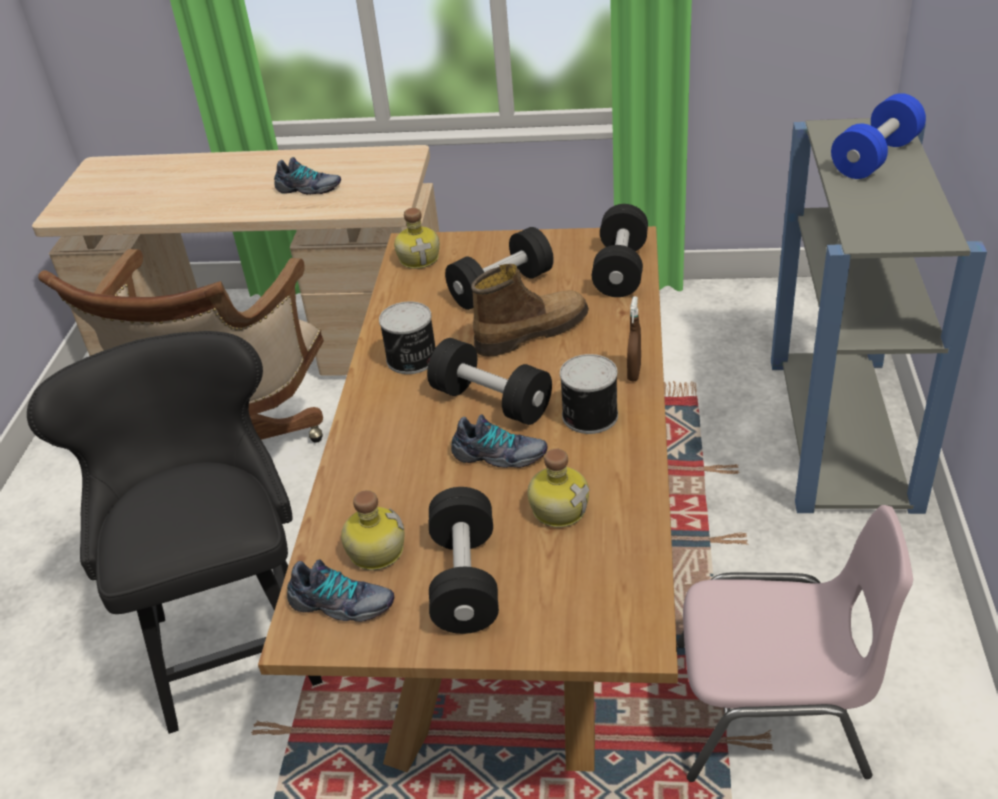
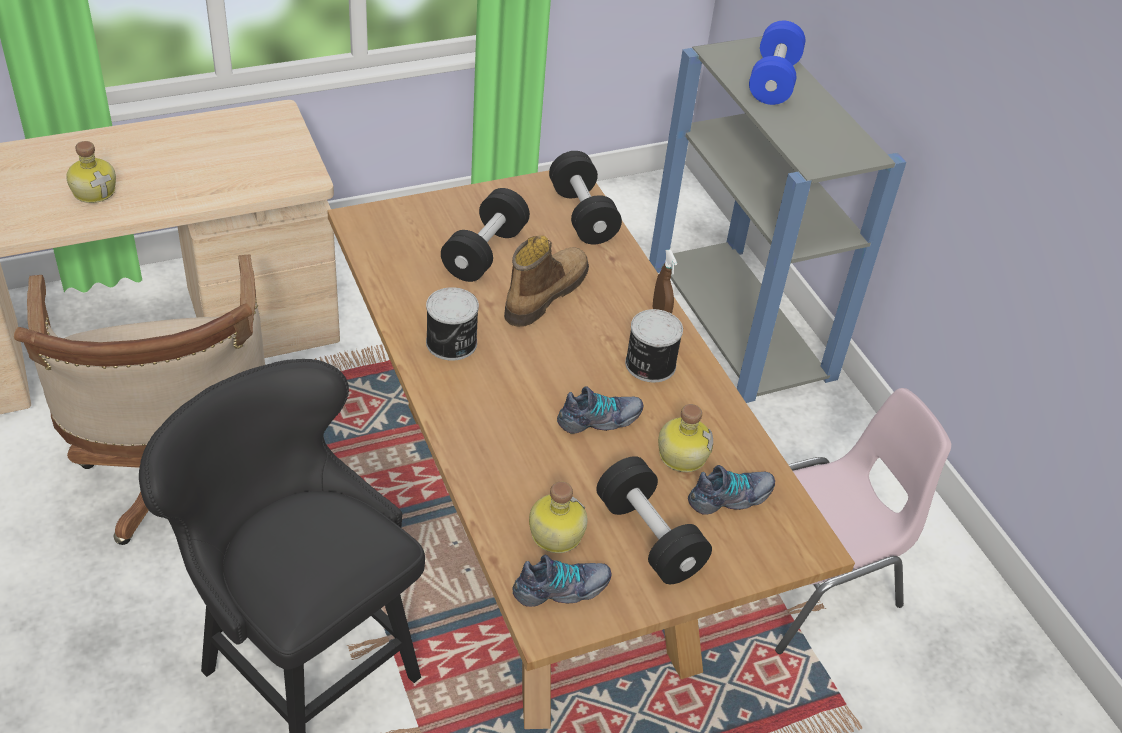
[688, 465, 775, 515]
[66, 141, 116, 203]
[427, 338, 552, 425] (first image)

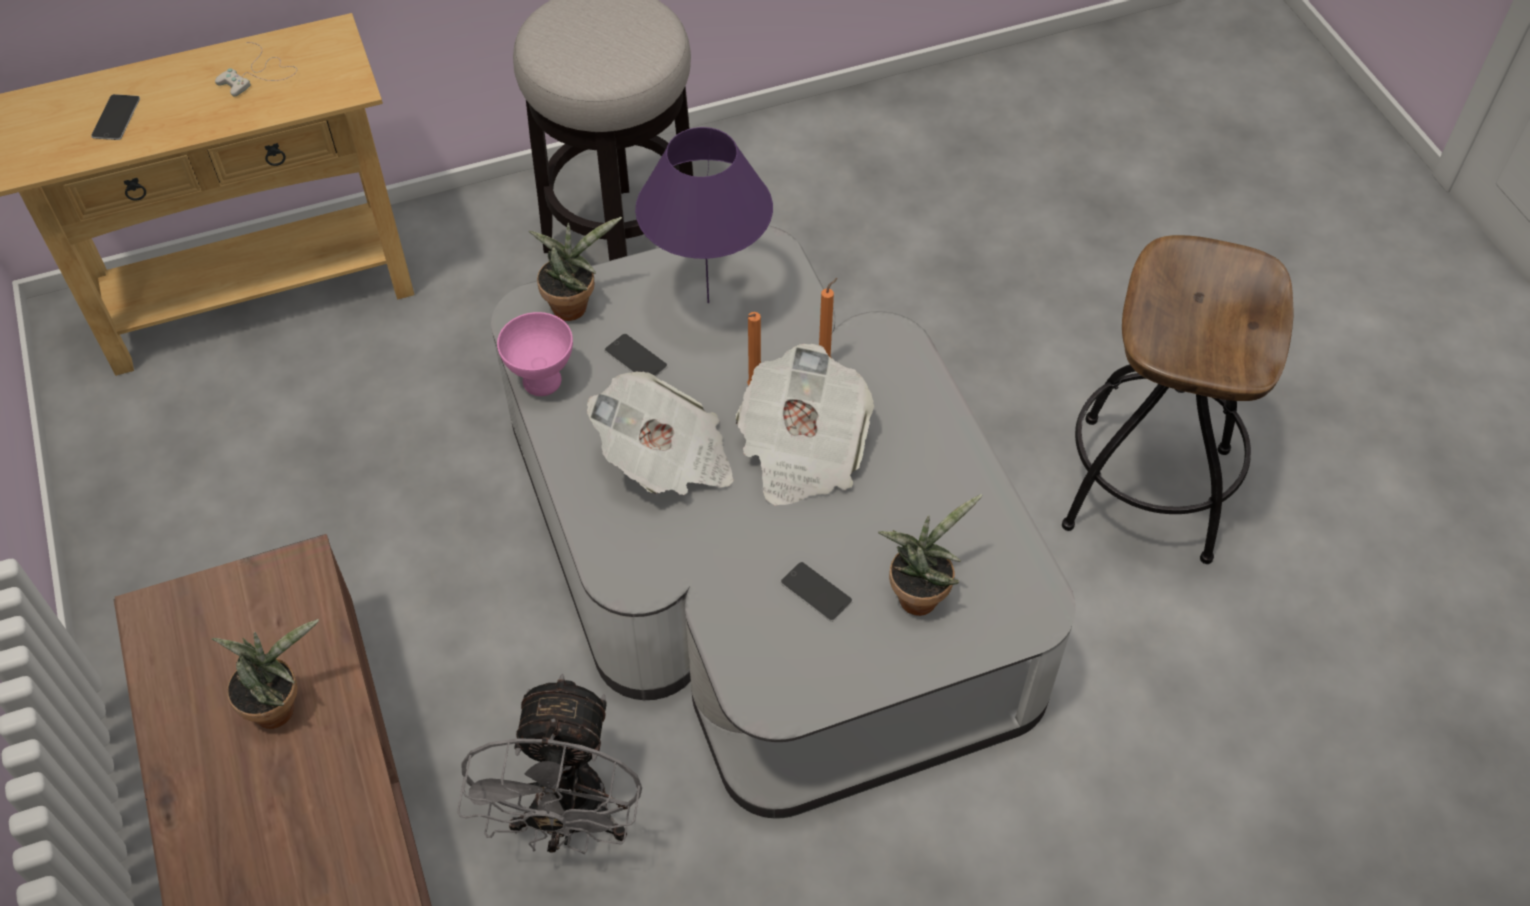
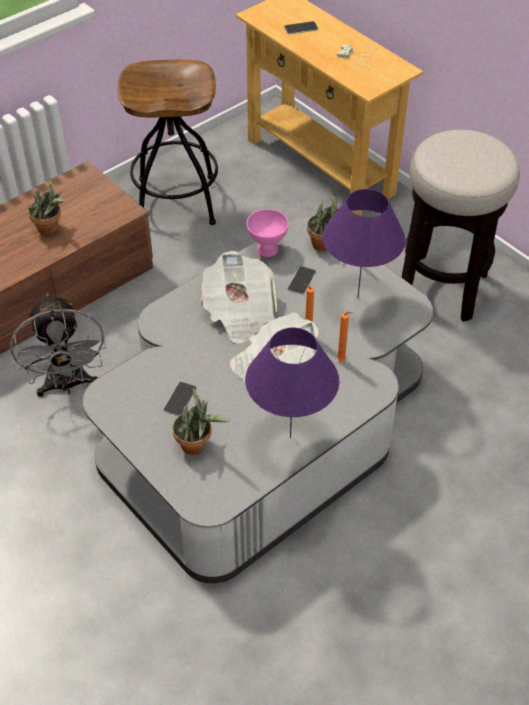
[118, 59, 218, 225]
[10, 293, 106, 397]
[245, 327, 340, 438]

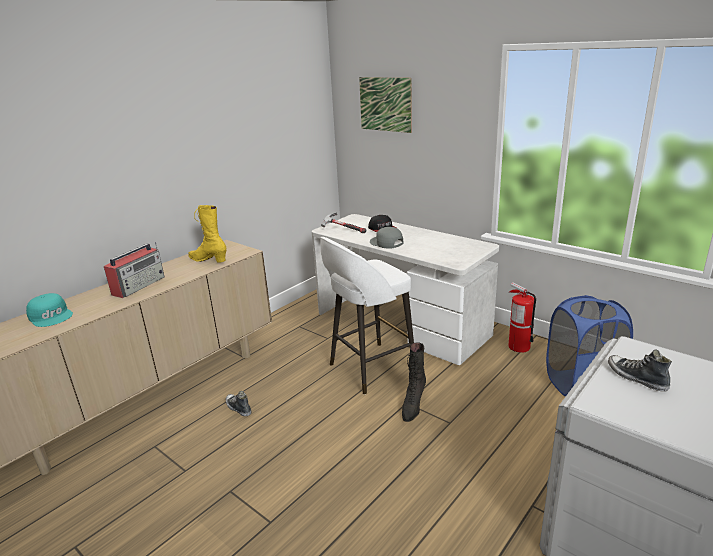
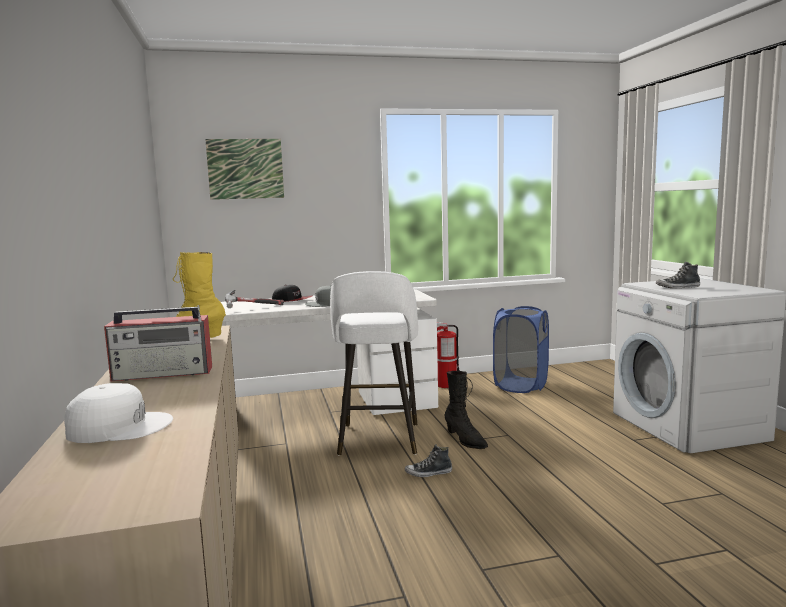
[104, 305, 212, 382]
[64, 383, 173, 443]
[405, 444, 452, 477]

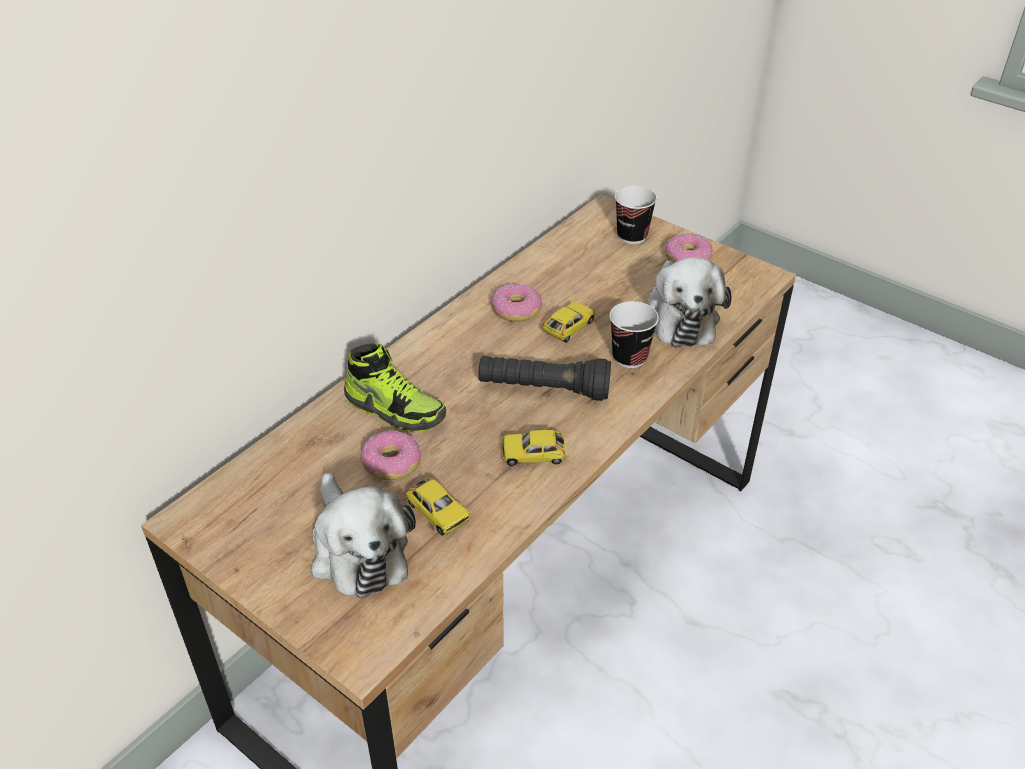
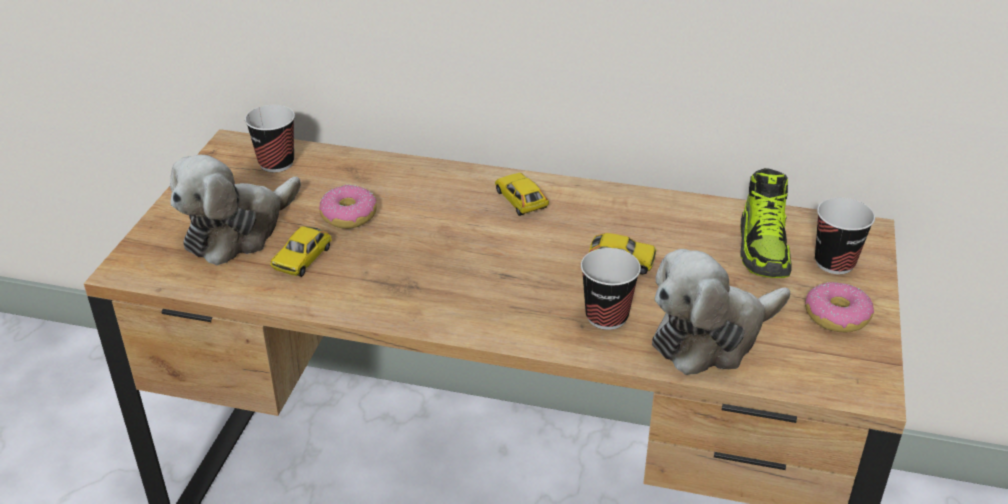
[491, 283, 542, 322] (first image)
[740, 168, 792, 278]
[478, 356, 611, 401] (first image)
[495, 173, 549, 216]
[245, 105, 295, 172]

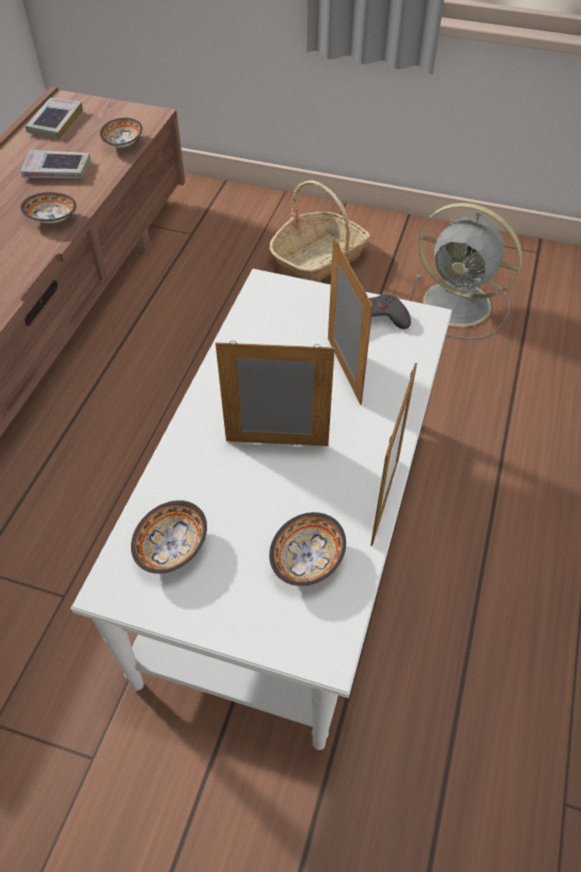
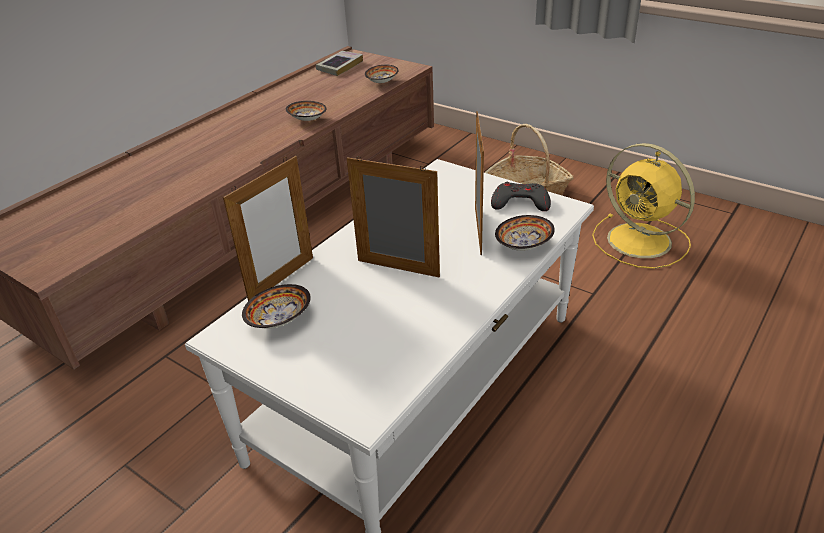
[21, 149, 91, 179] (first image)
[592, 143, 695, 269]
[223, 156, 313, 301]
[495, 215, 555, 251]

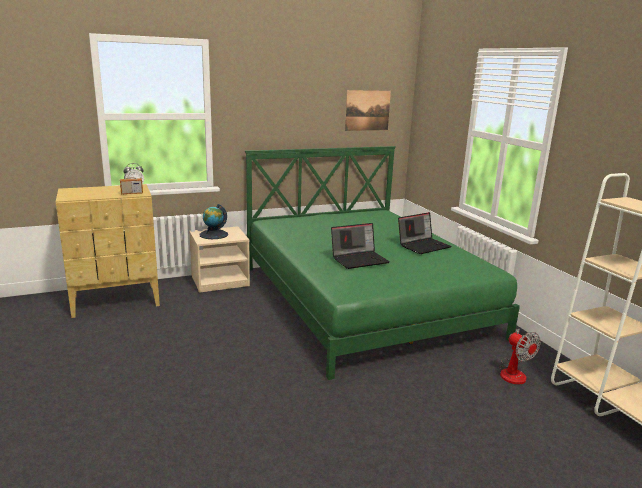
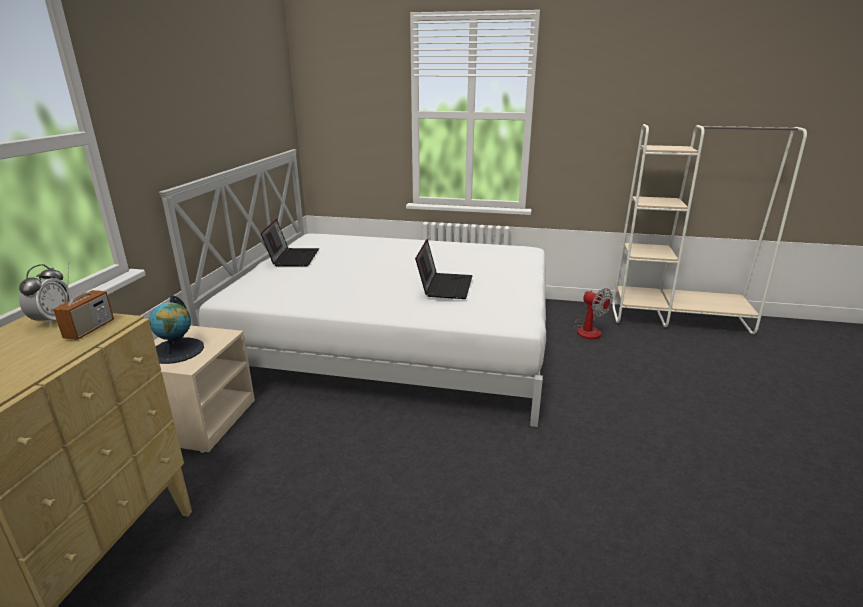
[345, 90, 391, 131] (first image)
[159, 149, 546, 427]
[261, 219, 319, 267]
[574, 288, 613, 339]

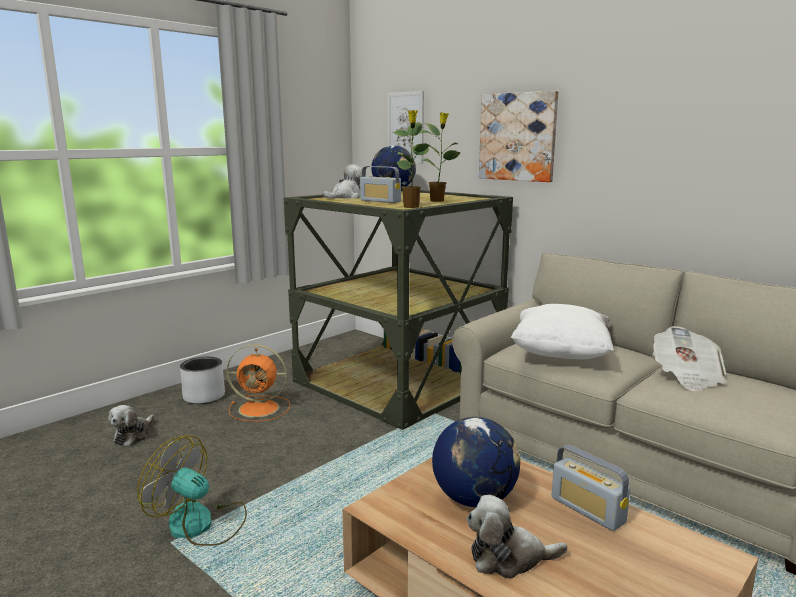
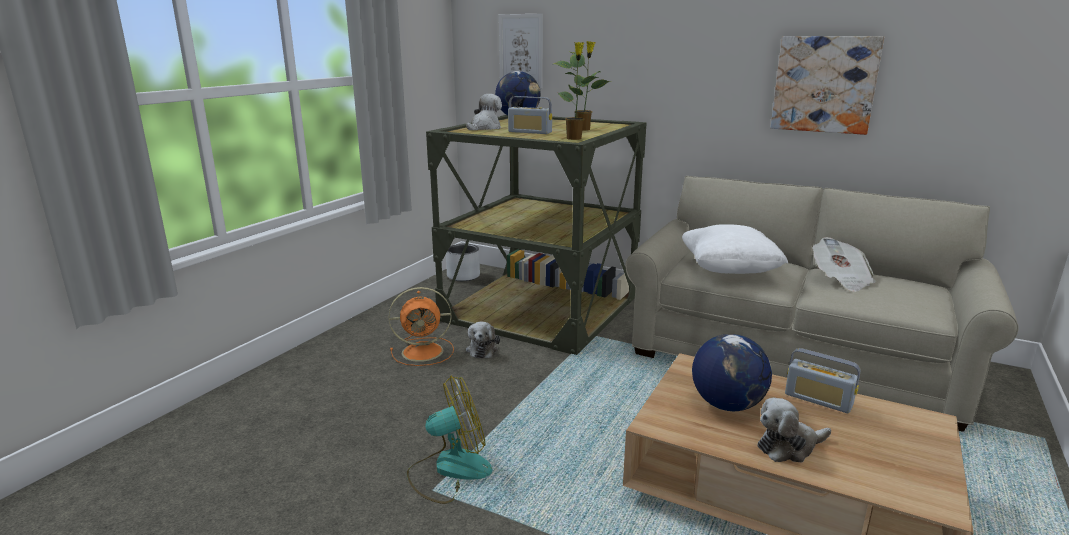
[771, 36, 884, 135]
[446, 244, 480, 281]
[466, 322, 500, 358]
[407, 376, 492, 504]

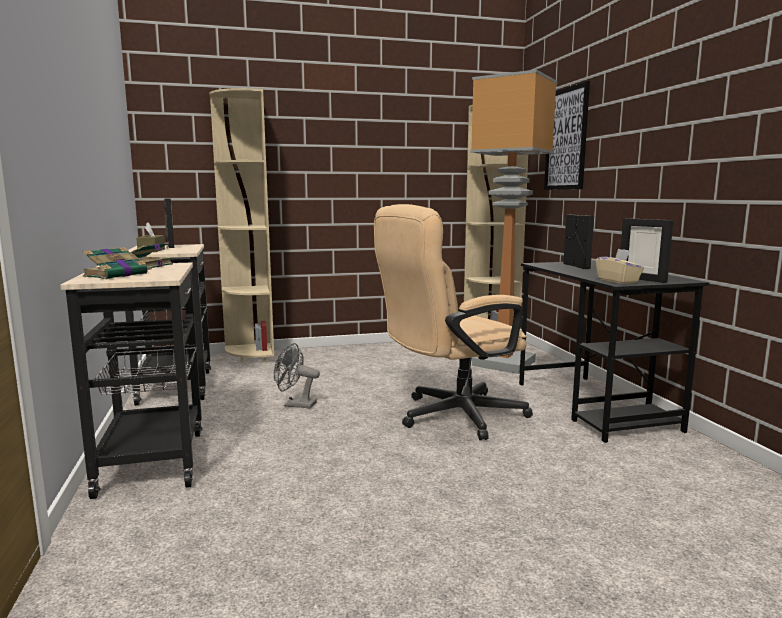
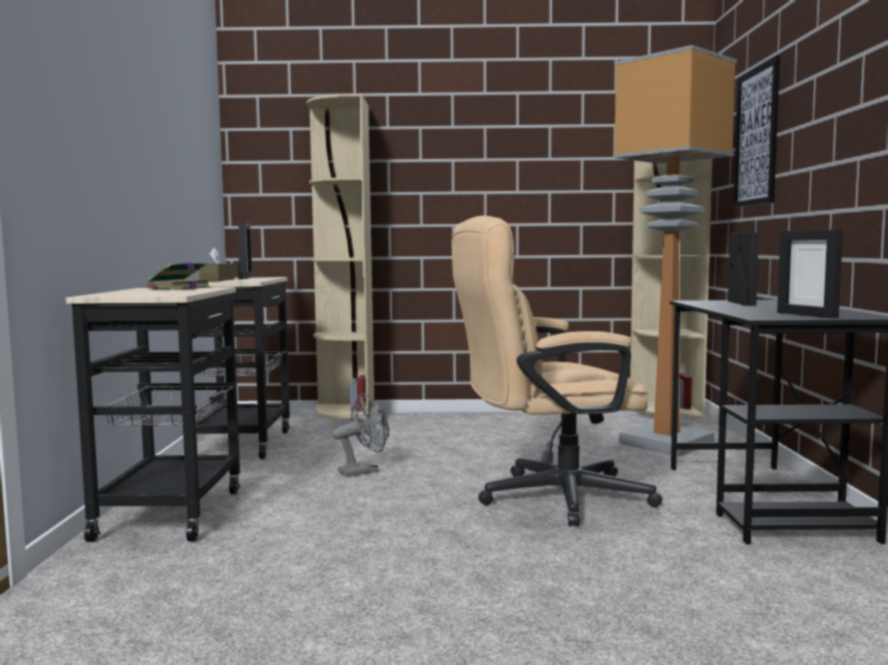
[82, 247, 151, 279] (first image)
[596, 249, 644, 284] (first image)
[332, 393, 389, 477]

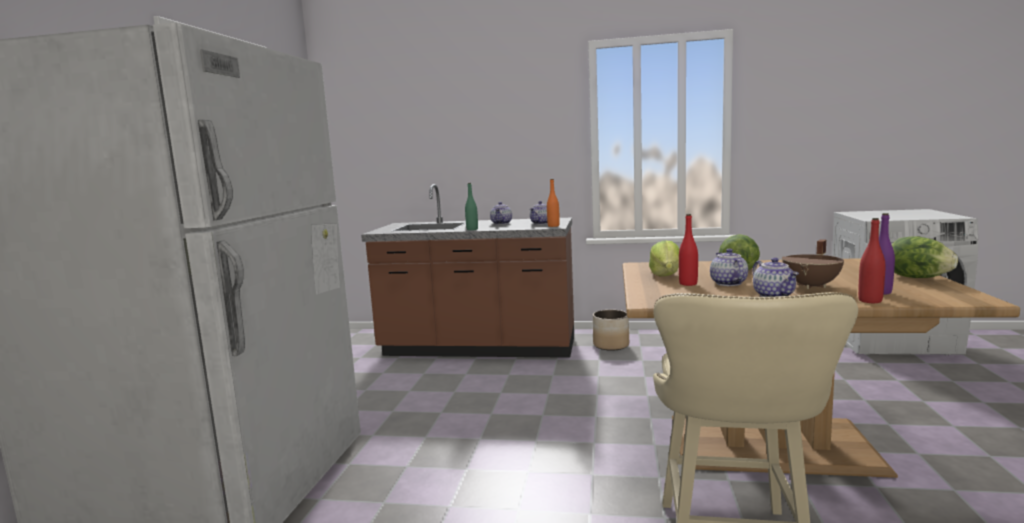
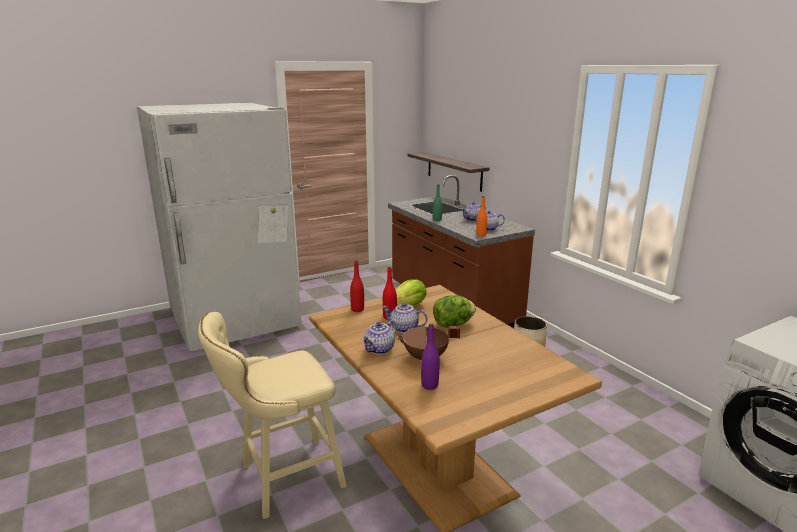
[350, 260, 364, 312]
[892, 236, 958, 278] (first image)
[382, 303, 427, 333]
[407, 152, 489, 192]

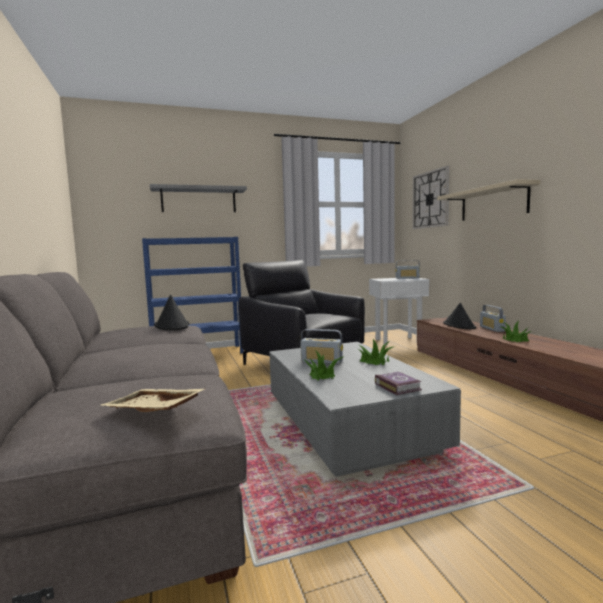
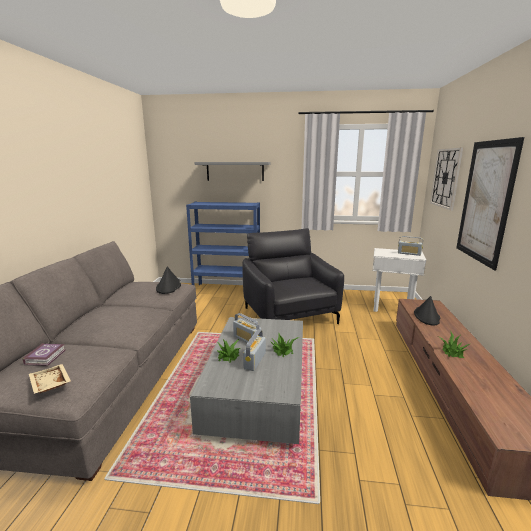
[456, 137, 524, 271]
[243, 330, 266, 371]
[22, 343, 66, 366]

